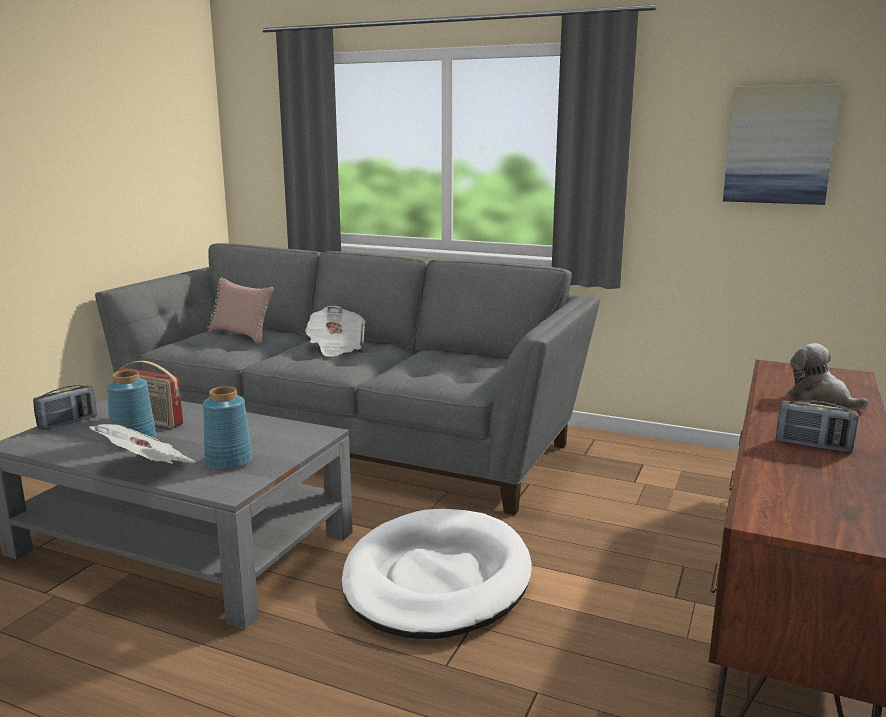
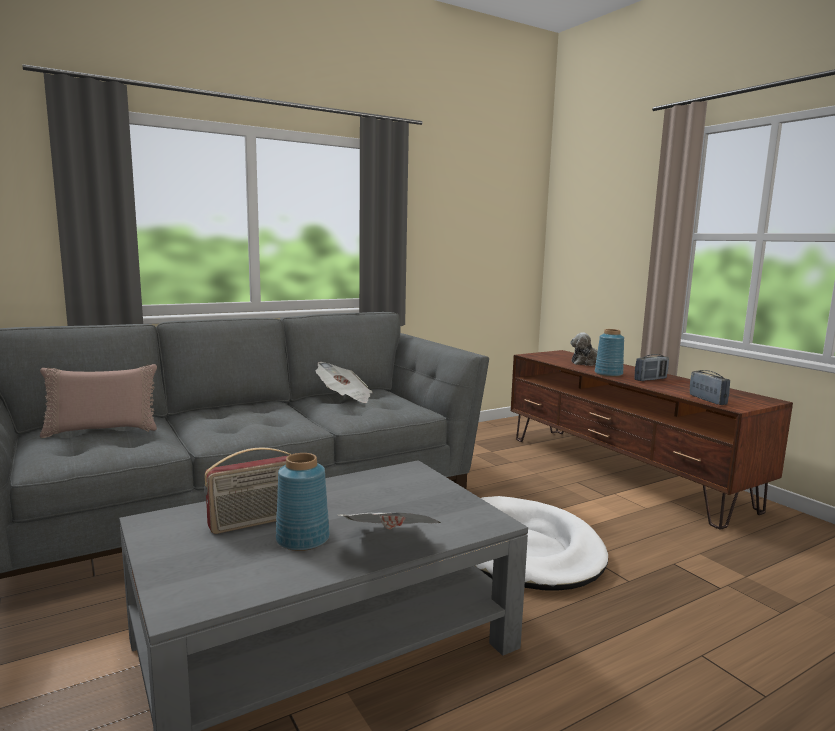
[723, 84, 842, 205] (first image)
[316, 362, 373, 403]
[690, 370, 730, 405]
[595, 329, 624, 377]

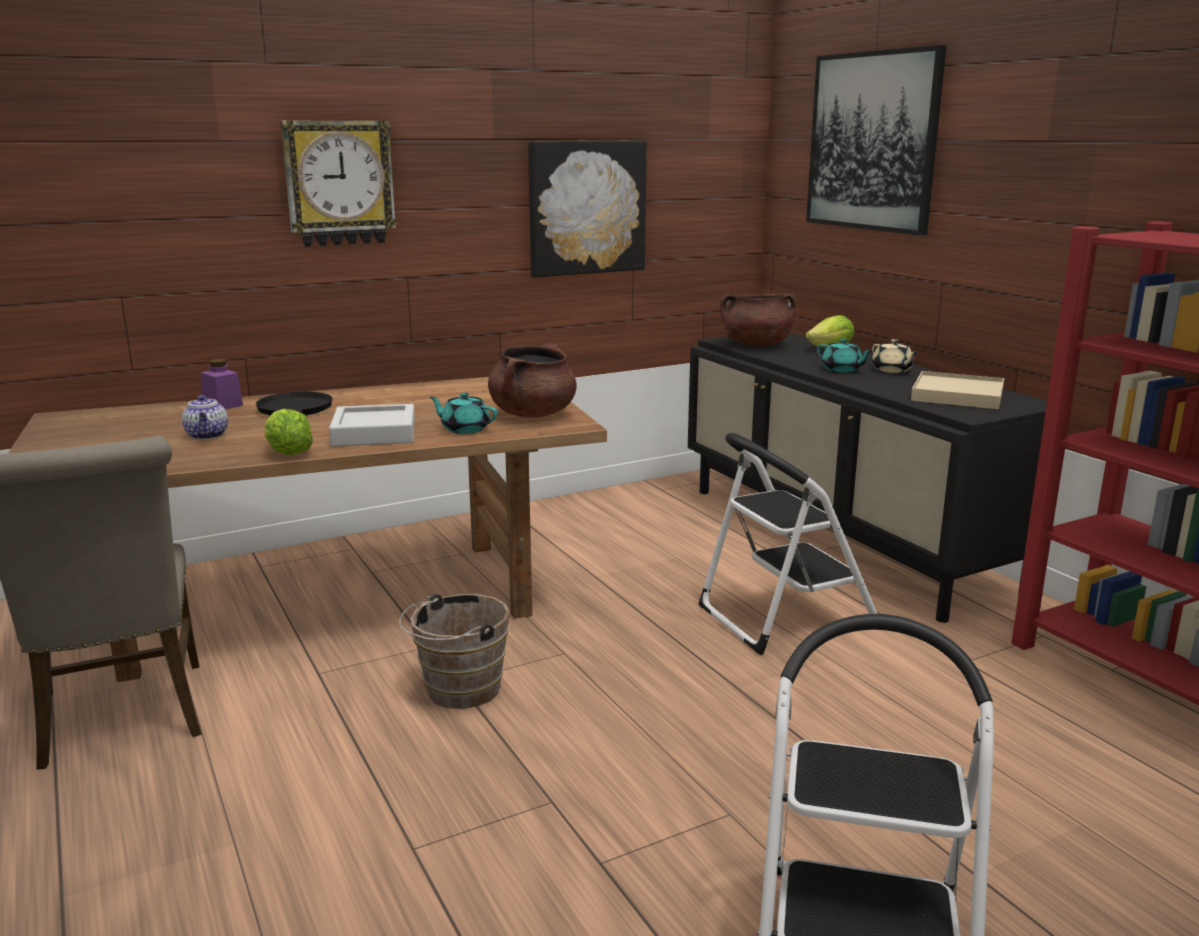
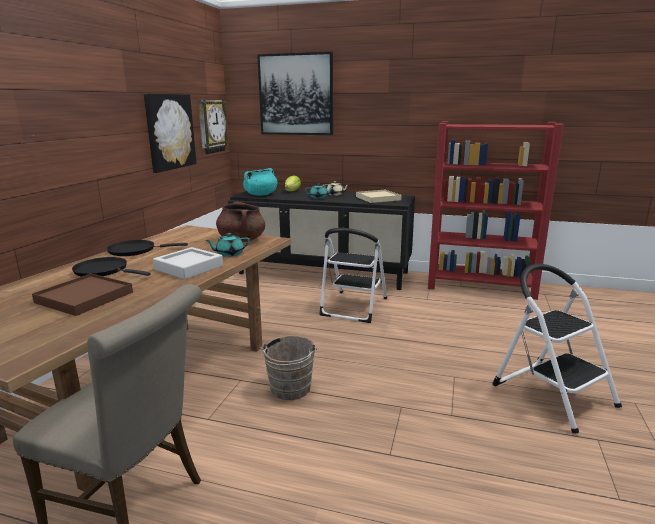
[198, 100, 229, 154]
[243, 168, 278, 195]
[201, 359, 243, 409] (first image)
[32, 273, 133, 316]
[264, 409, 313, 455] (first image)
[107, 240, 188, 256]

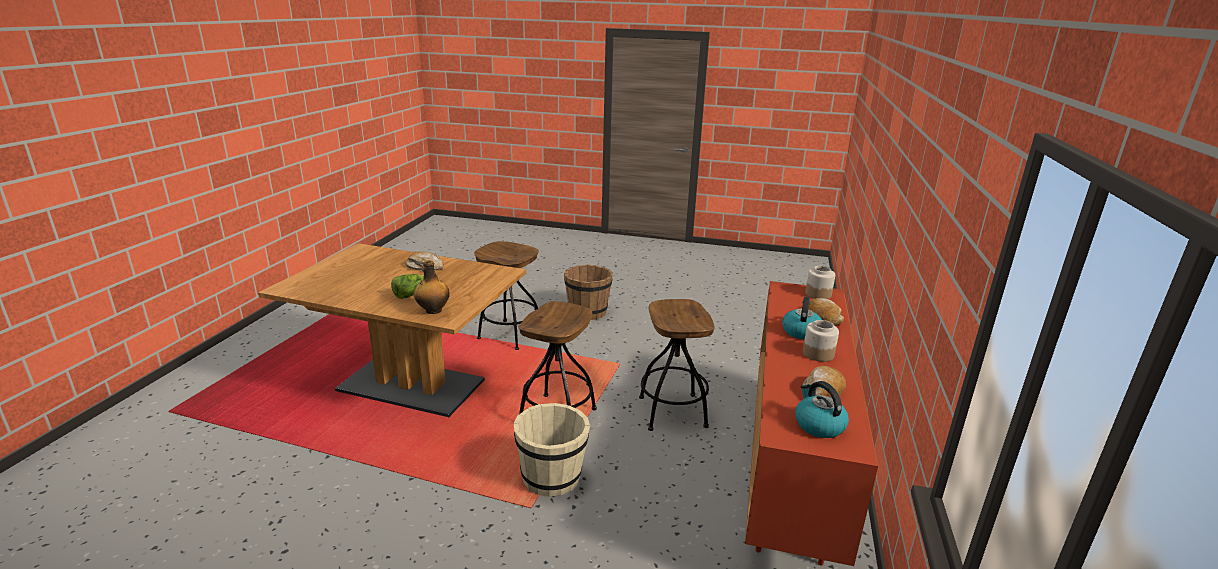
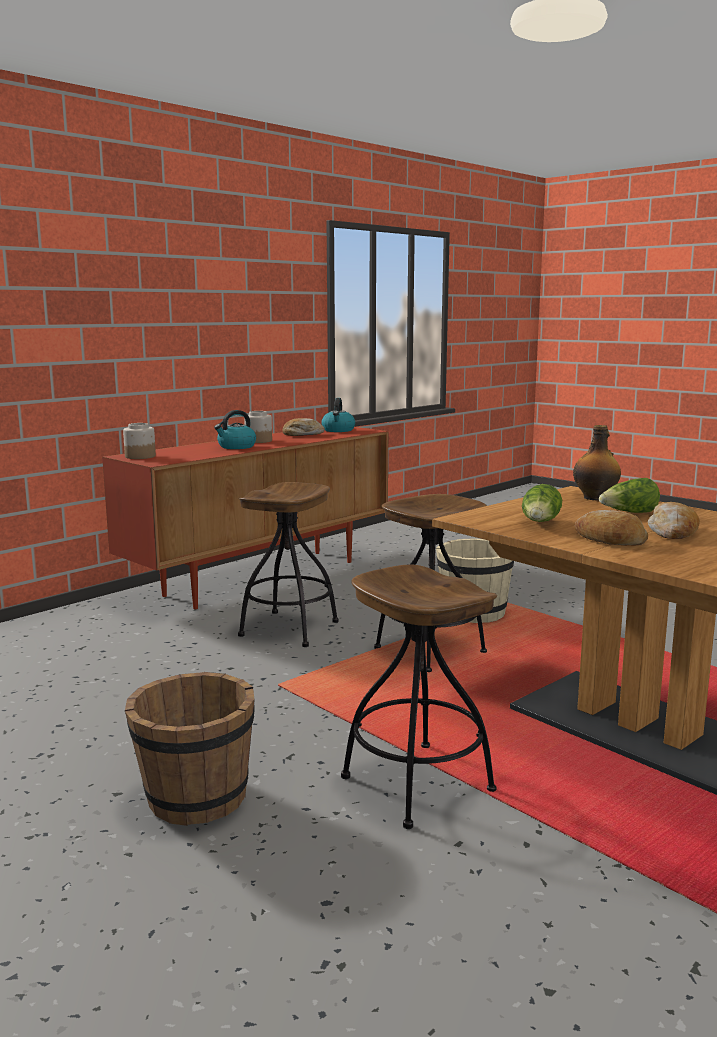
[648, 502, 700, 539]
[522, 484, 562, 522]

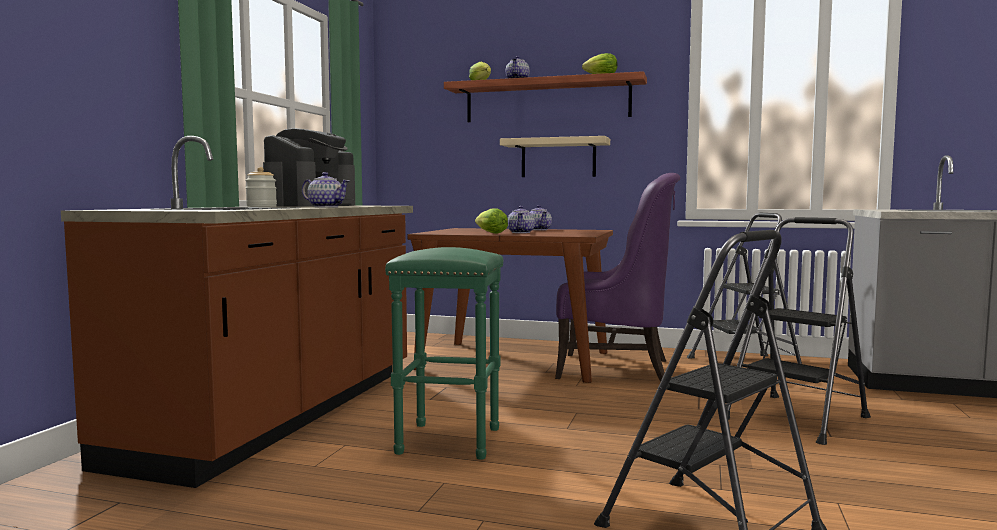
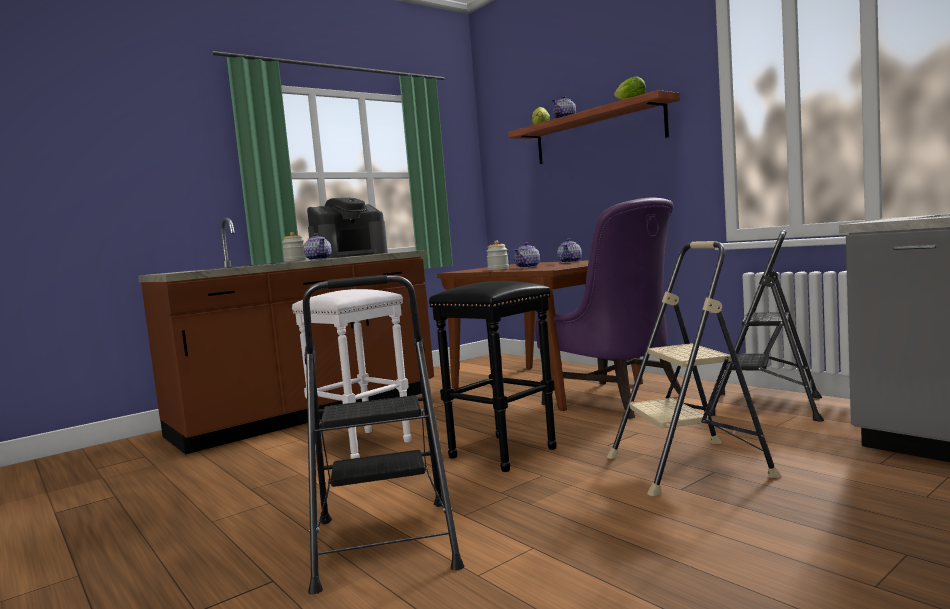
[500, 136, 610, 177] (first image)
[486, 240, 509, 270]
[607, 241, 782, 496]
[292, 289, 411, 459]
[429, 281, 557, 472]

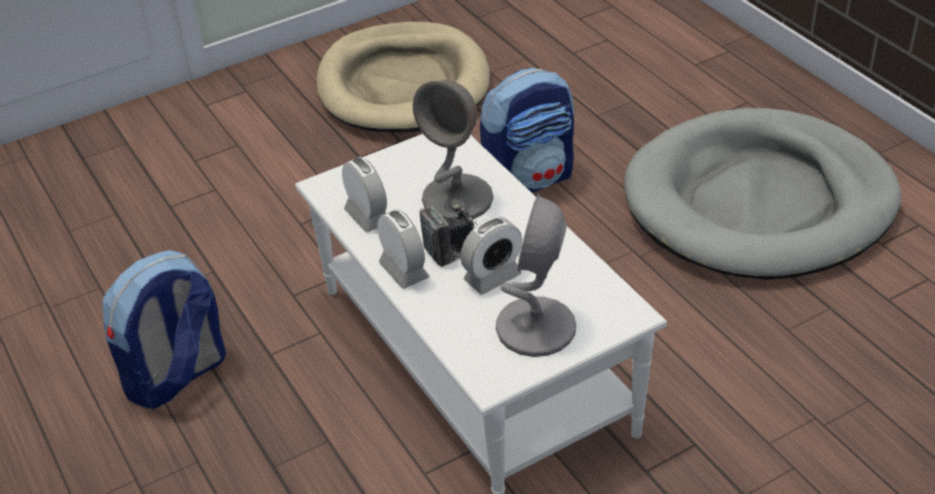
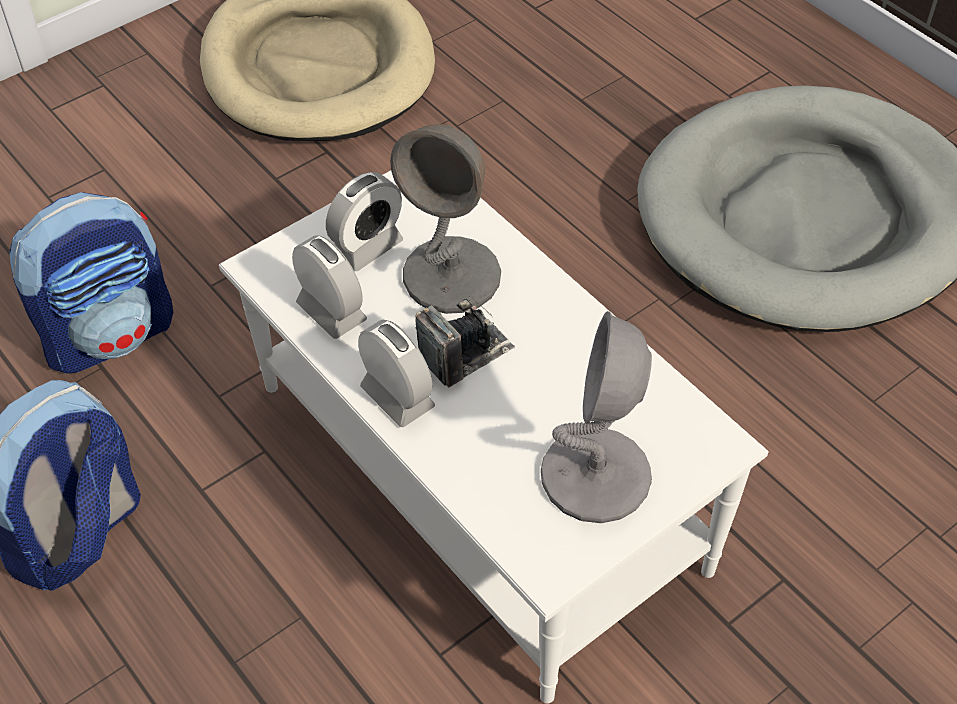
[9, 192, 173, 373]
[326, 172, 403, 271]

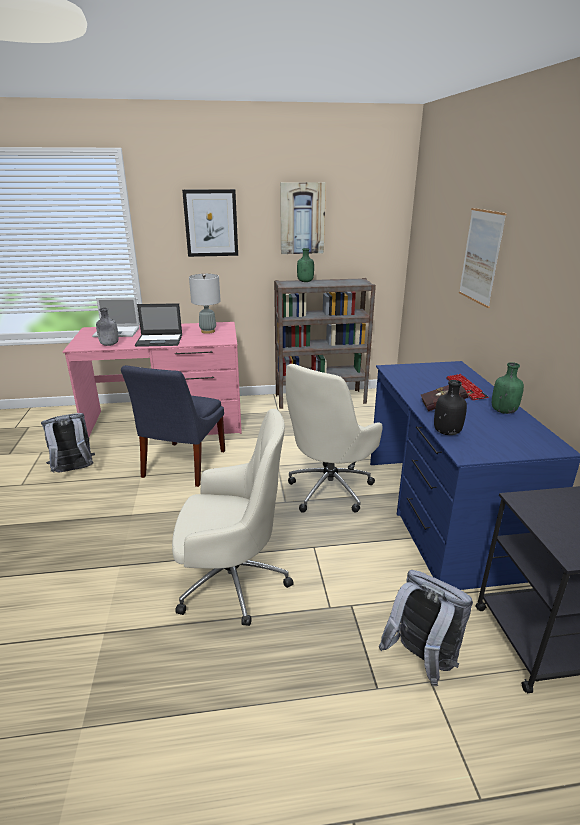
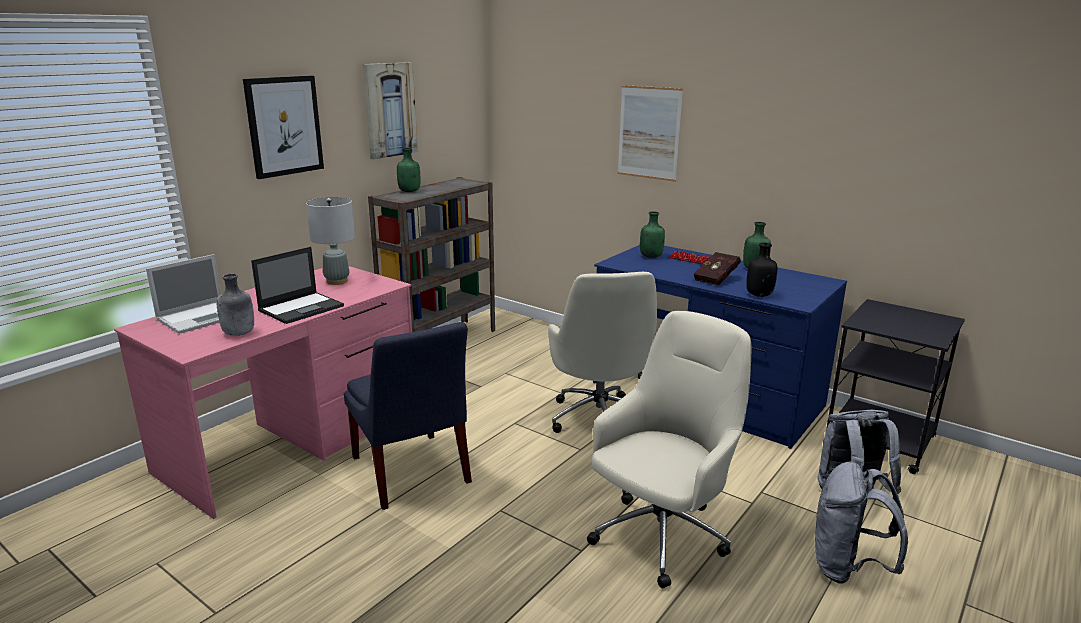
[815, 462, 908, 583]
[640, 211, 665, 258]

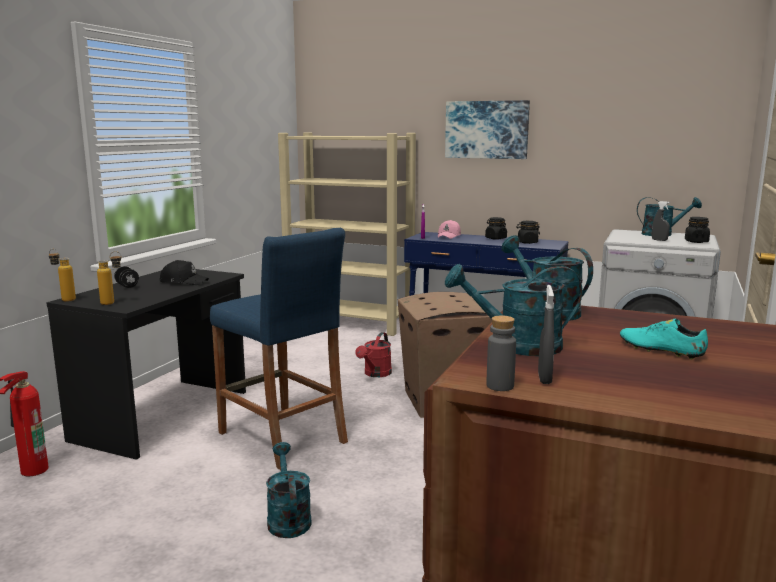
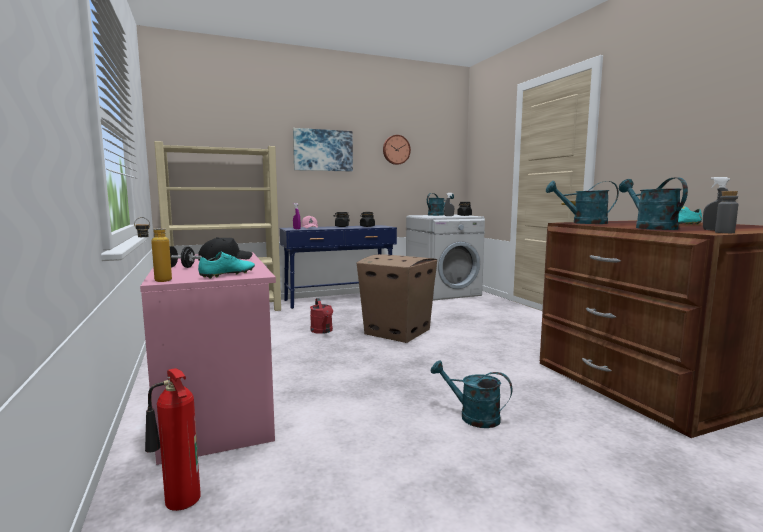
[210, 228, 348, 470] (first image)
[198, 252, 255, 279]
[619, 177, 688, 230]
[140, 252, 276, 465]
[383, 135, 411, 165]

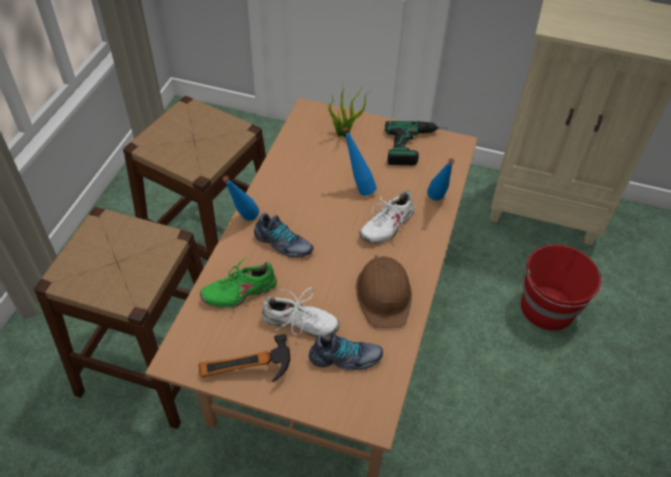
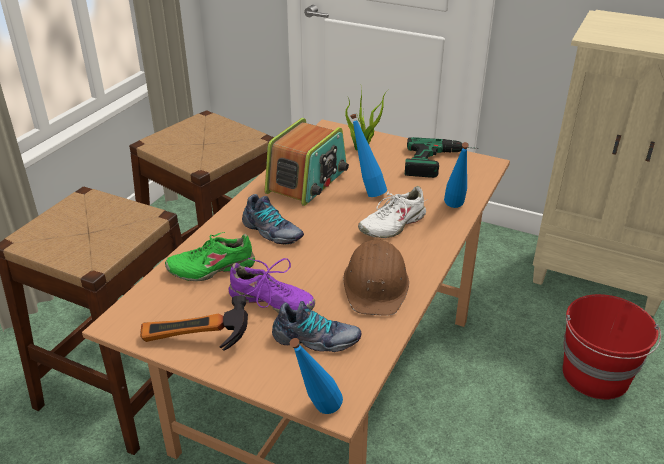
[290, 338, 343, 414]
[228, 258, 315, 313]
[265, 118, 349, 206]

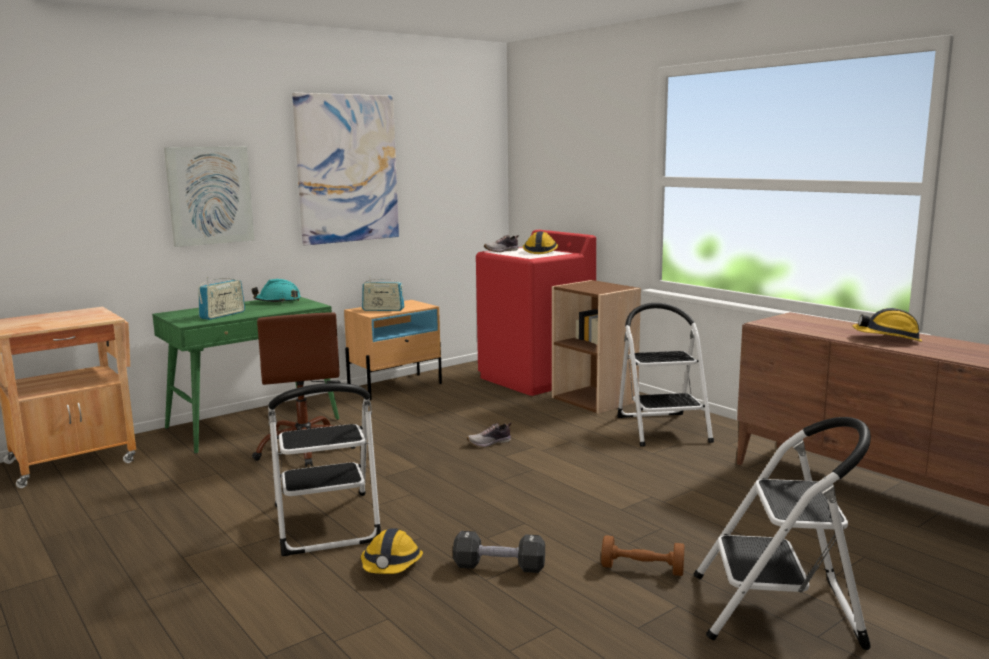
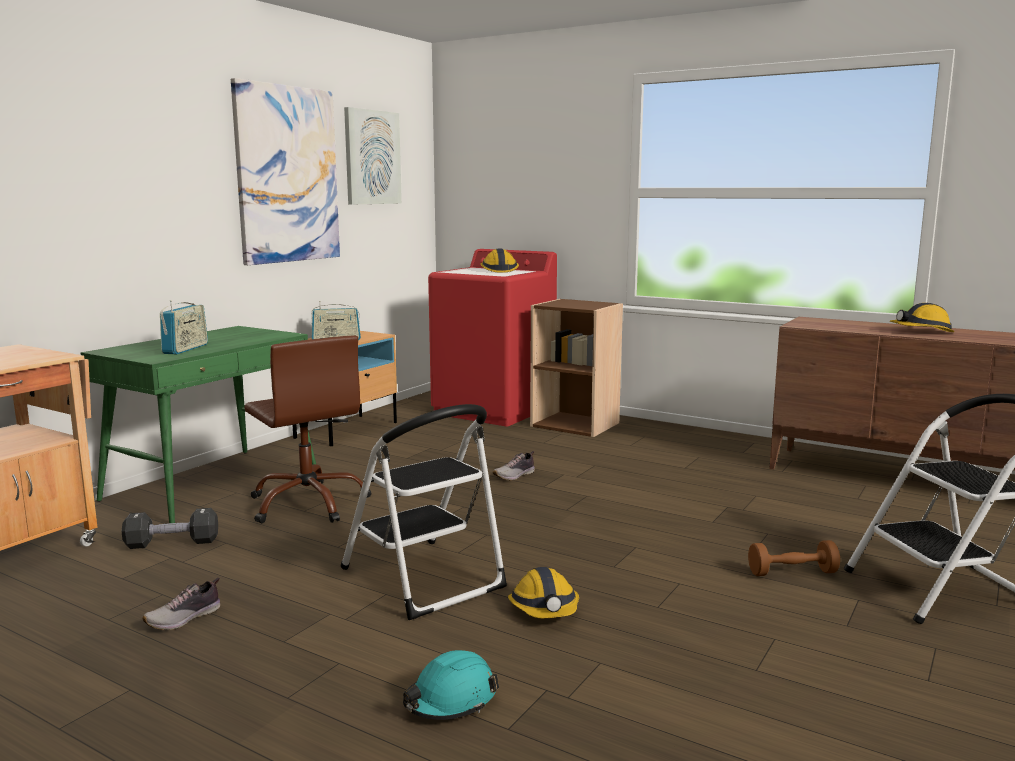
[344, 107, 402, 204]
[142, 577, 221, 630]
[403, 650, 499, 720]
[617, 303, 714, 447] (first image)
[122, 508, 218, 549]

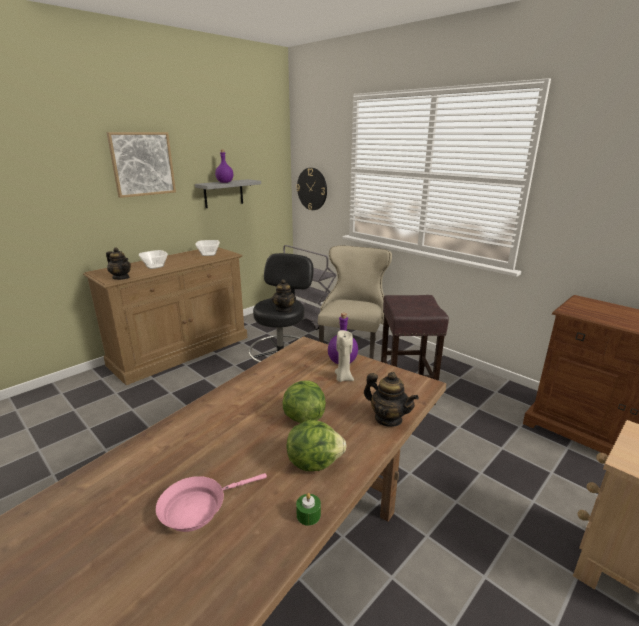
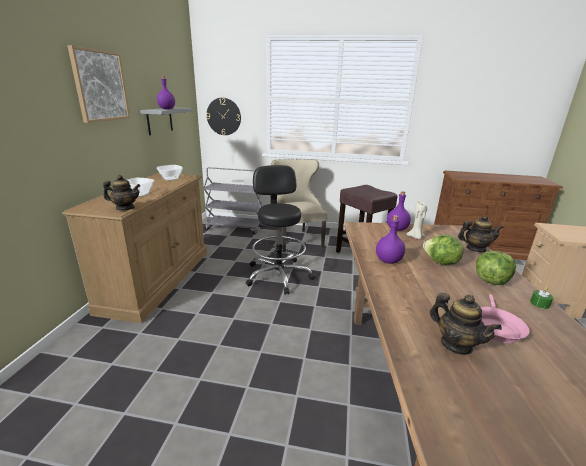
[430, 293, 502, 355]
[376, 215, 405, 264]

